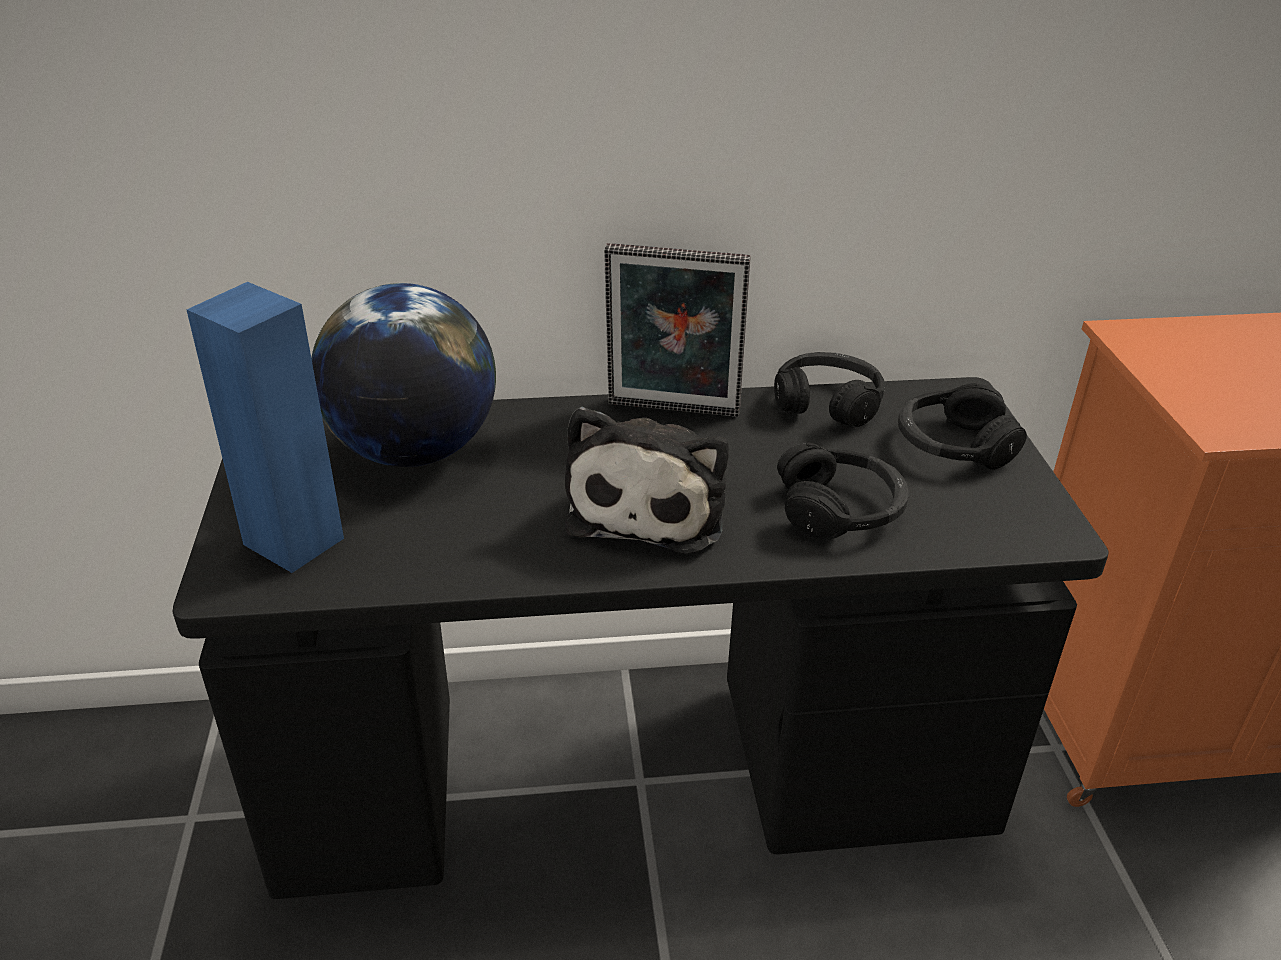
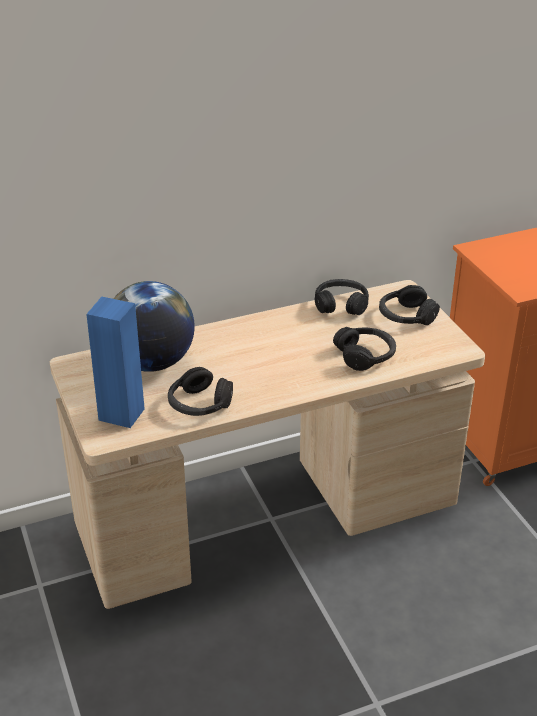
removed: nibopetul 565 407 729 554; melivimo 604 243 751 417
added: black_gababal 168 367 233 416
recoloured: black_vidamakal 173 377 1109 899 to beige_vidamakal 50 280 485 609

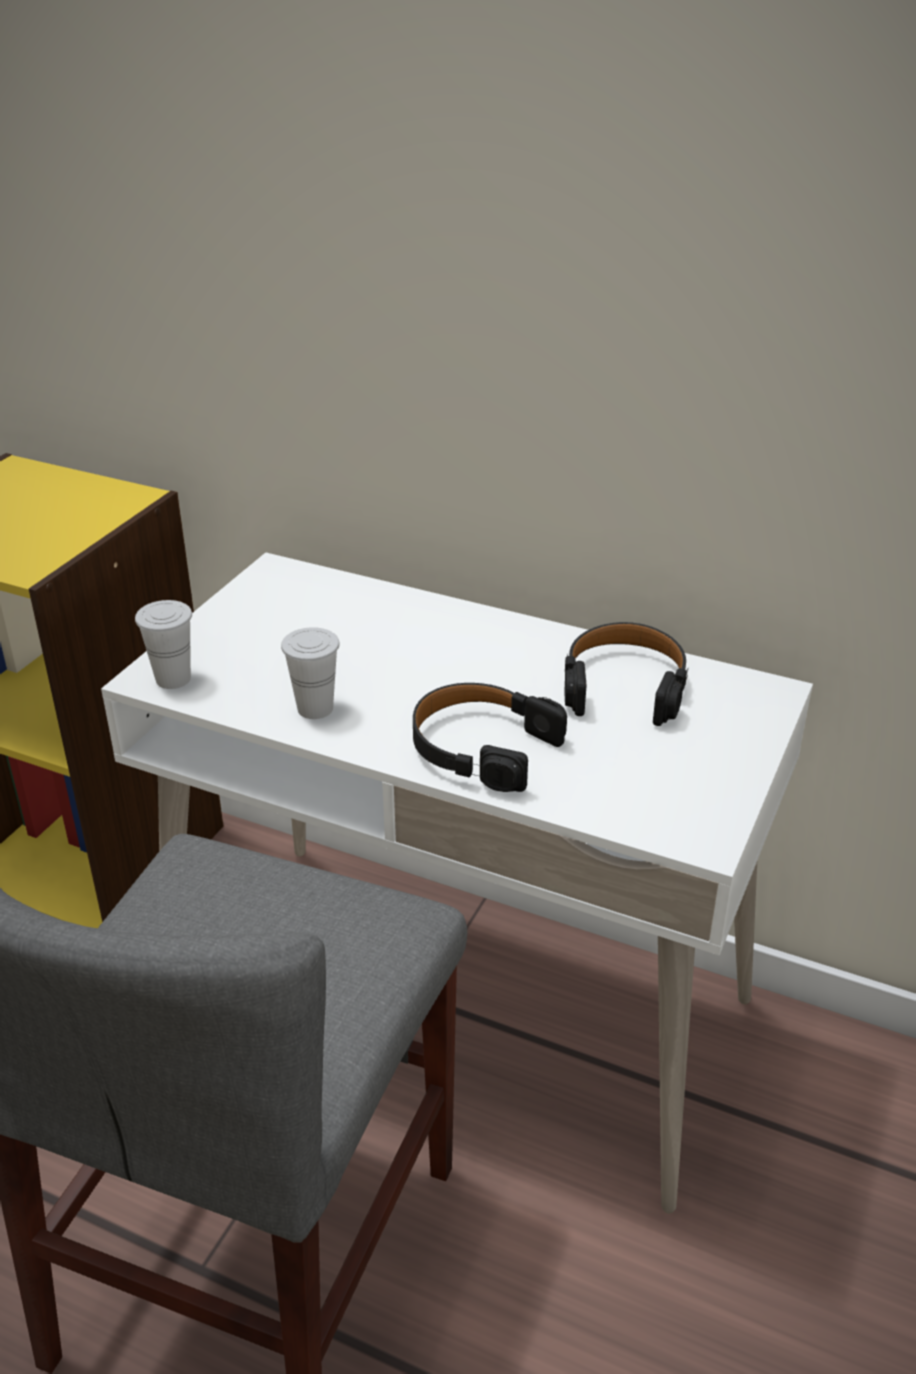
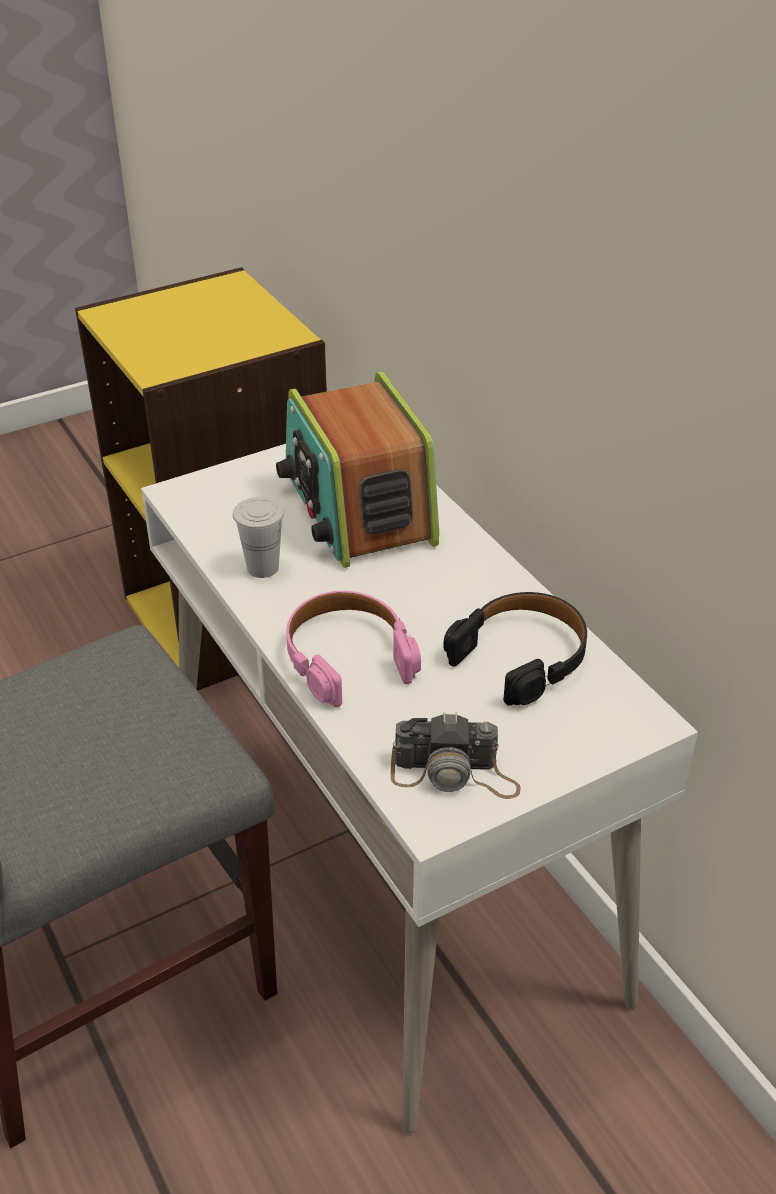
removed: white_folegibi 135 600 192 689
added: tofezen 276 372 439 568; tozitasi 391 712 521 799
recoloured: black_gababal 413 683 567 792 to pink_gababal 286 591 421 707

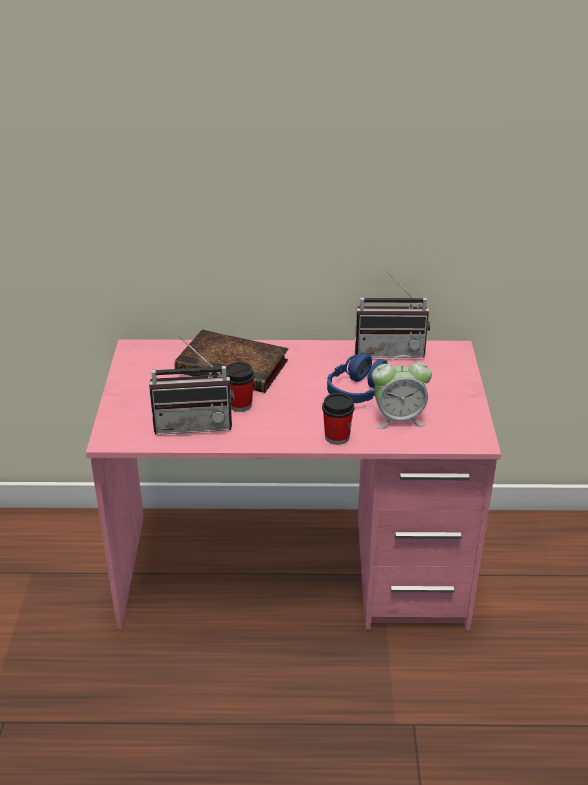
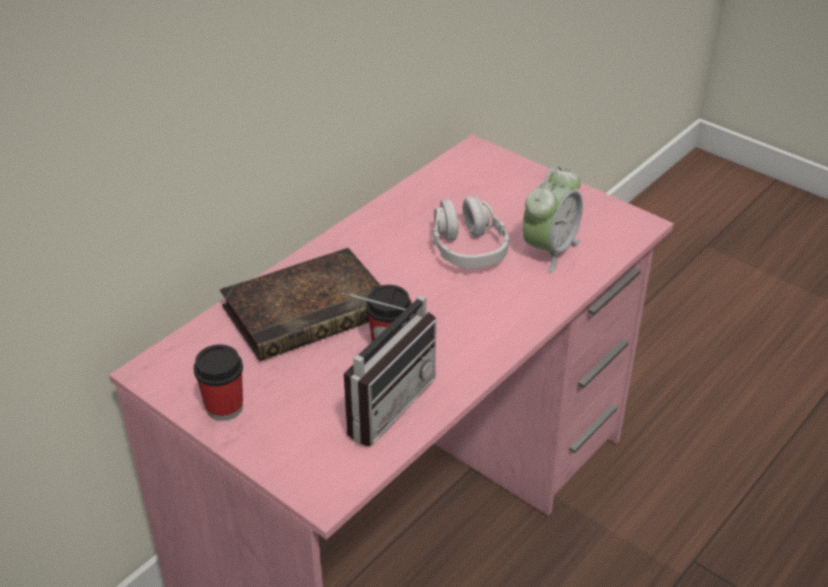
removed: tofezen 355 269 430 358
moved: folegibi 322 393 354 445 to 193 345 243 421
recoloured: blue_gababal 327 352 388 403 to grey_gababal 433 195 509 269

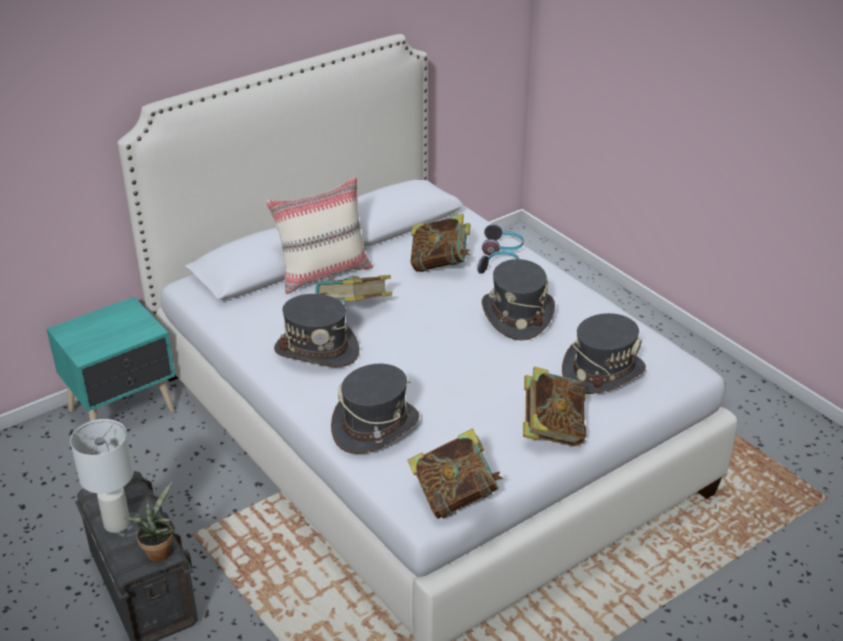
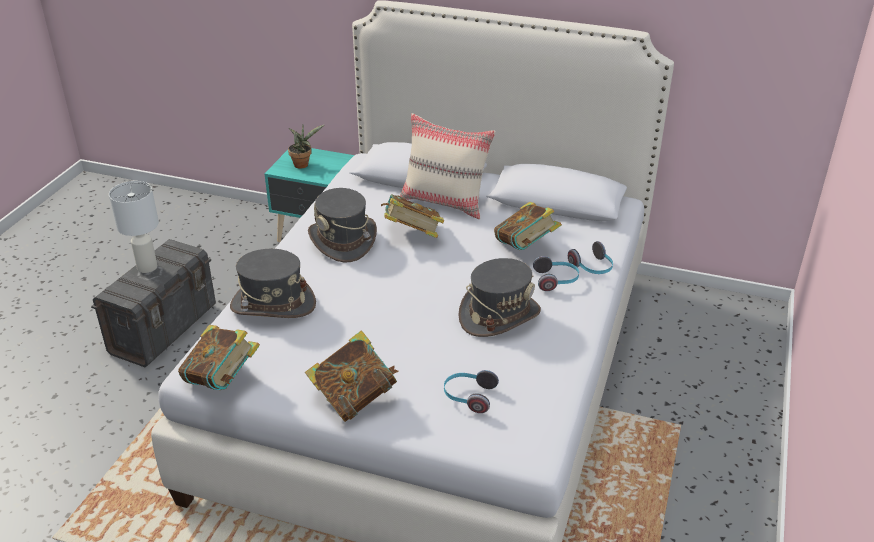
moved: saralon 124 482 175 562 to 288 125 324 169
replaced: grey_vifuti 562 313 646 394 to gababal 444 370 499 413

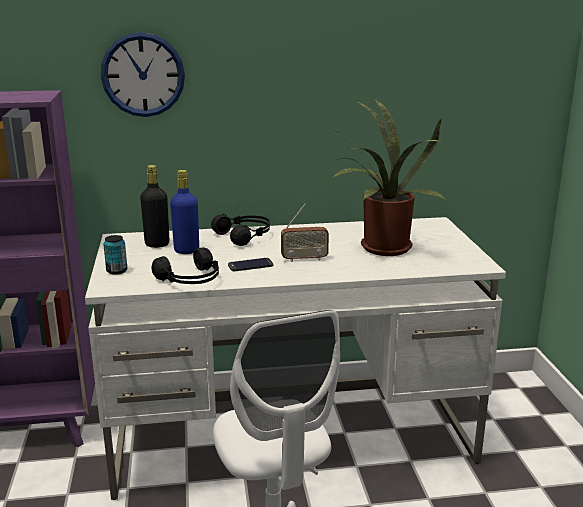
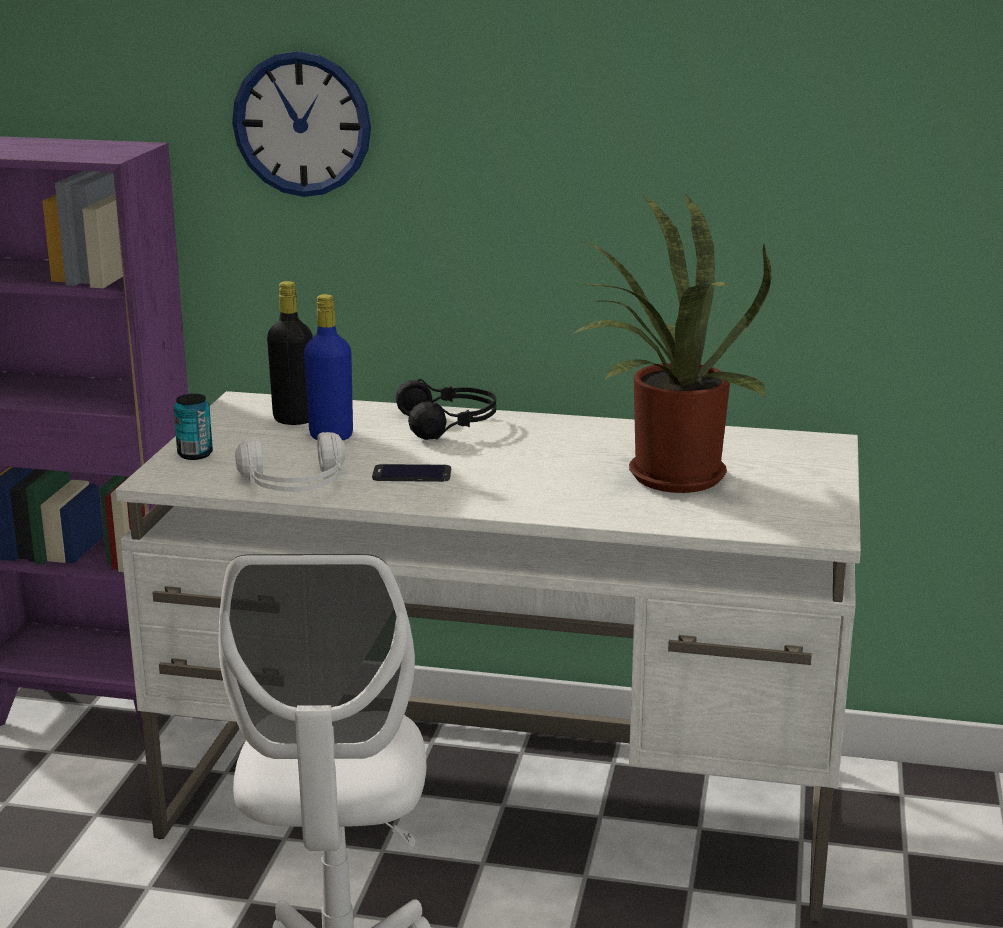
removed: tofezen 281 204 329 262
recoloured: black_gababal 152 248 219 284 to white_gababal 235 432 345 492

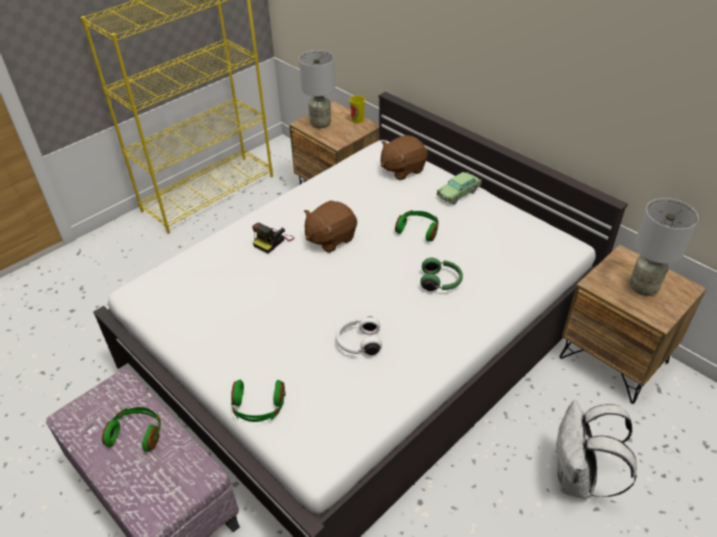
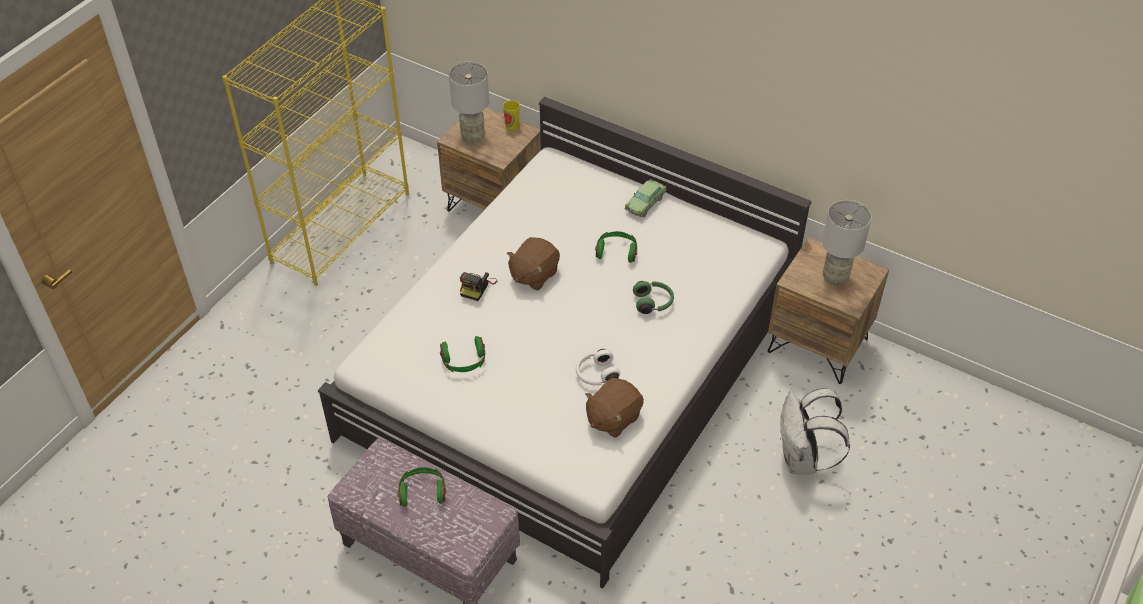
moved: green_gababal 231 380 286 422 to 440 336 485 372; brown_nibopetul 381 135 428 180 to 585 378 644 438

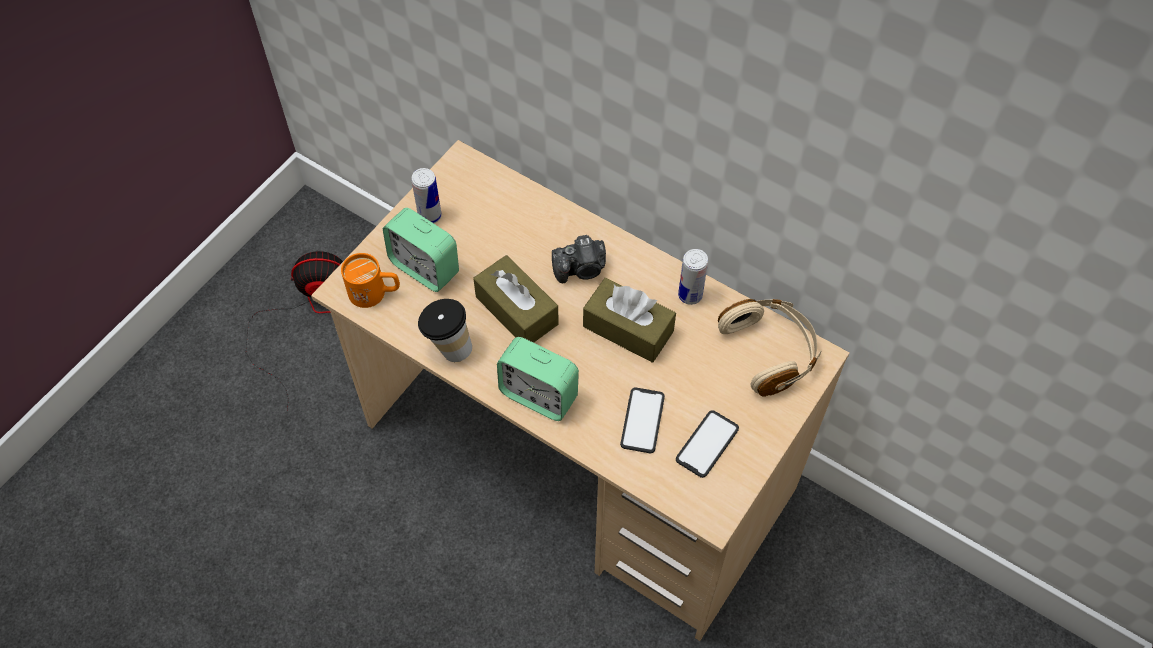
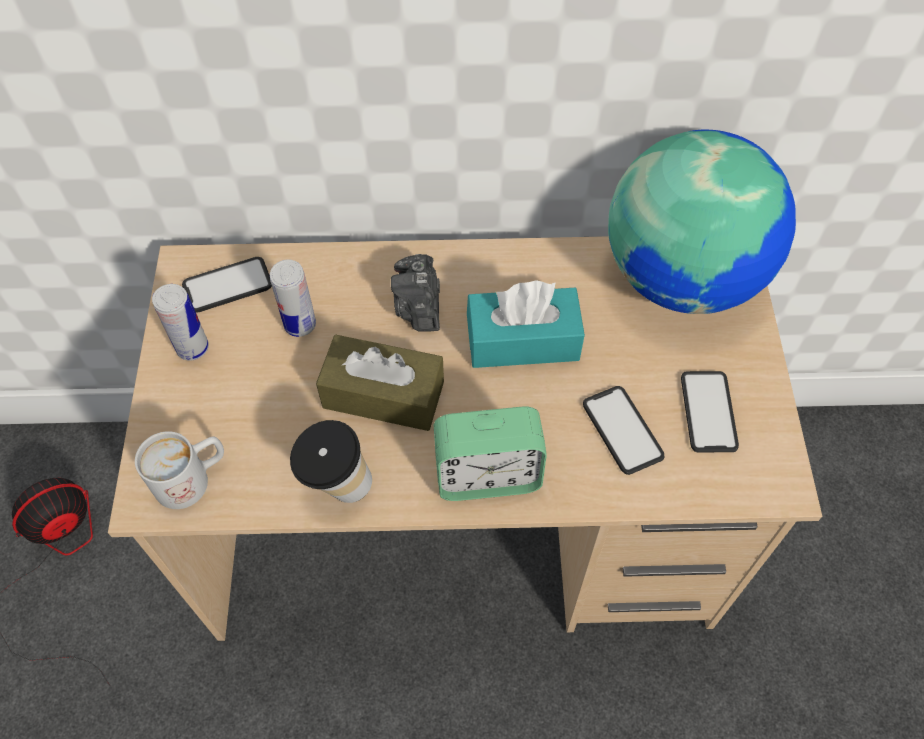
removed: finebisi 383 208 459 292
added: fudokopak 182 257 272 312
moved: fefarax 678 249 708 305 to 270 260 316 337
replaced: beige_gababal 718 299 822 397 to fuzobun 608 130 796 314
recoloured: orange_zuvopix 341 253 400 308 to white_zuvopix 135 431 224 509; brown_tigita 583 278 676 363 to turquoise_tigita 467 280 585 368
turned: tozitasi 552 235 606 283 = 391 254 440 332 135 degrees clockwise

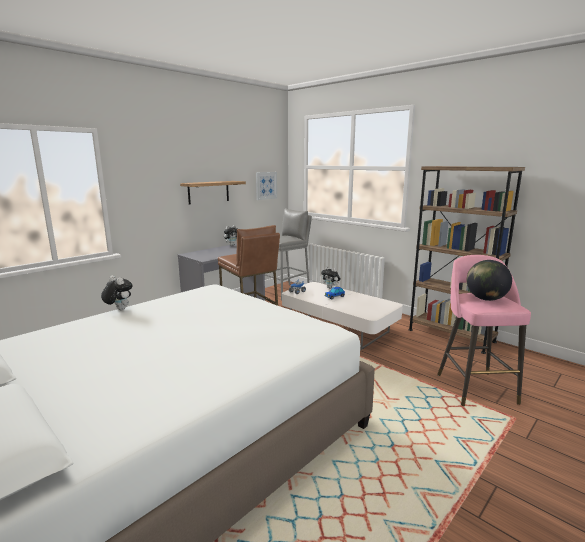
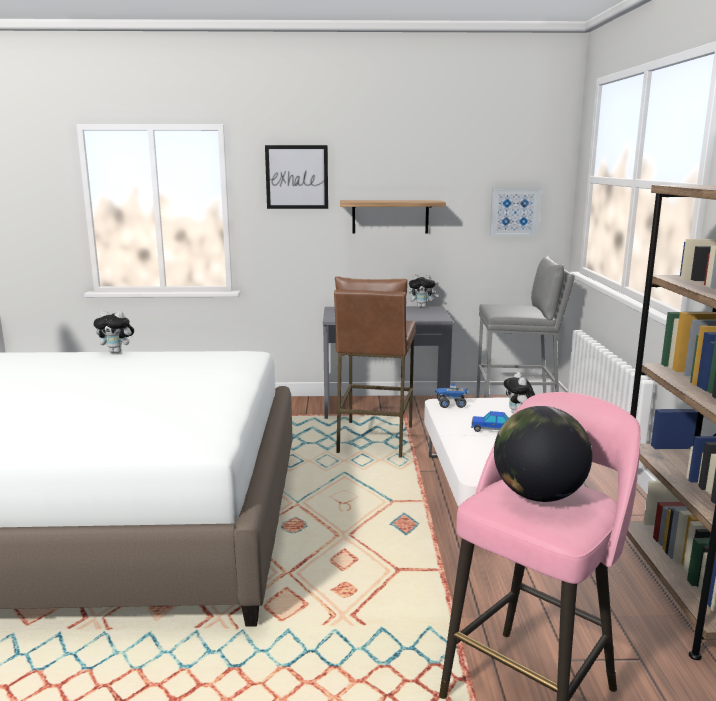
added: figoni 265 145 328 209
turned: nibopetul 101 276 132 310 = 93 310 135 353 105 degrees clockwise

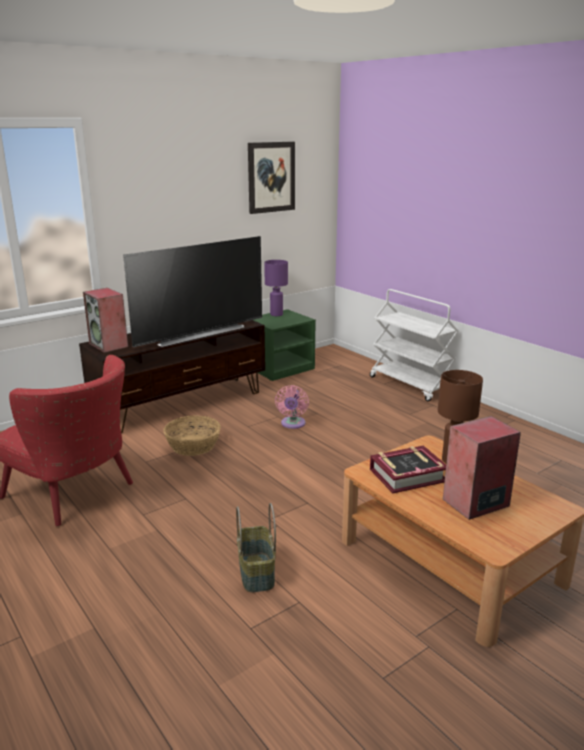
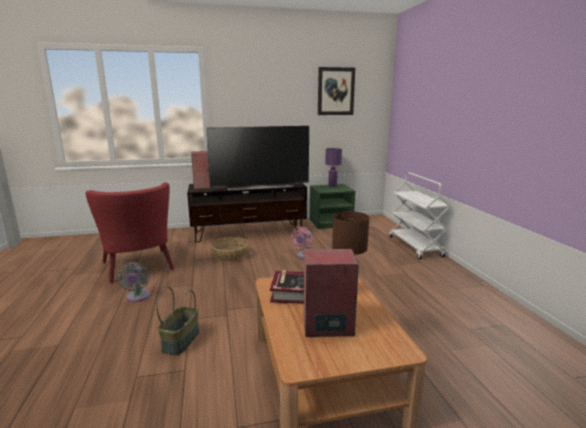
added: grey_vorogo 116 262 150 302

